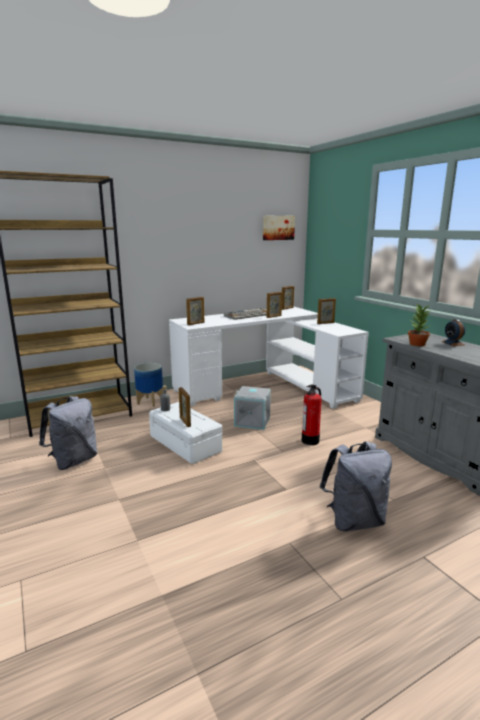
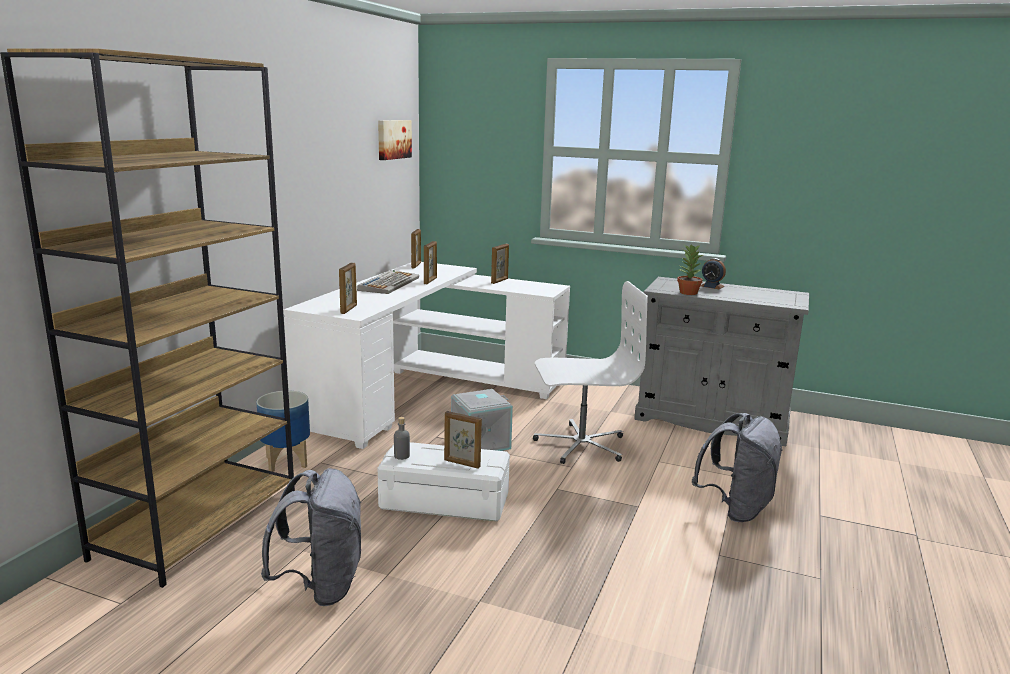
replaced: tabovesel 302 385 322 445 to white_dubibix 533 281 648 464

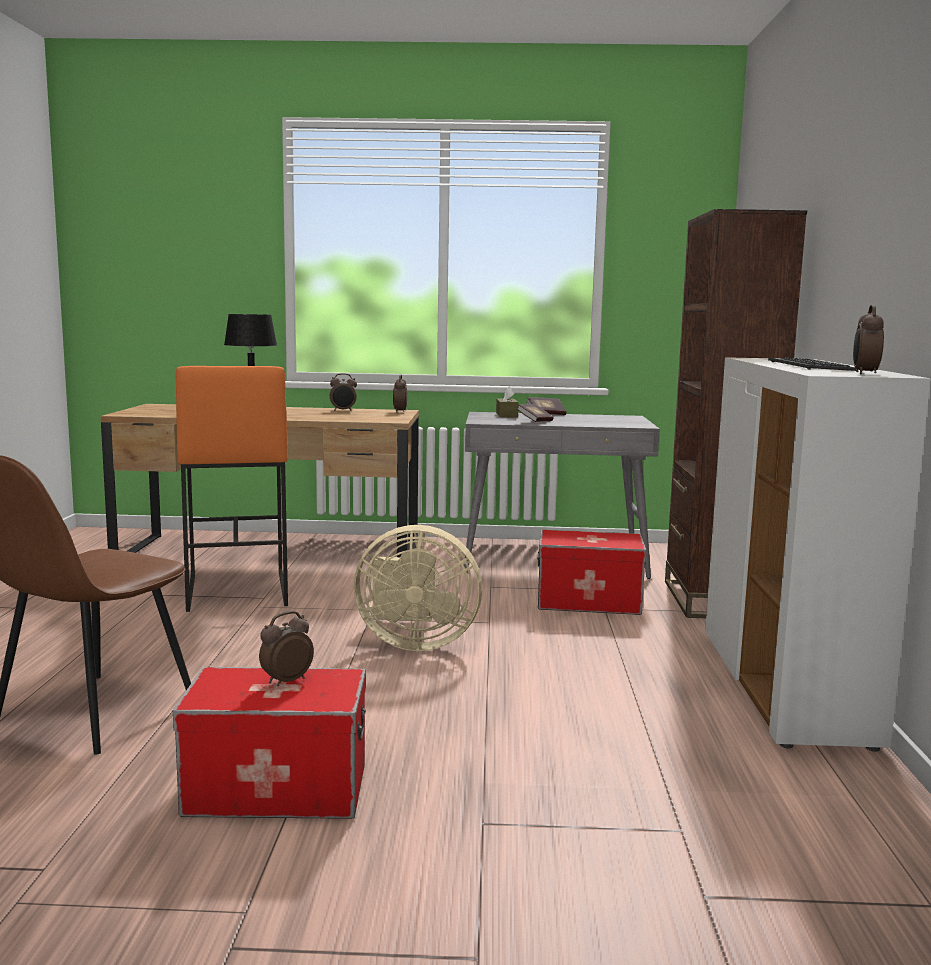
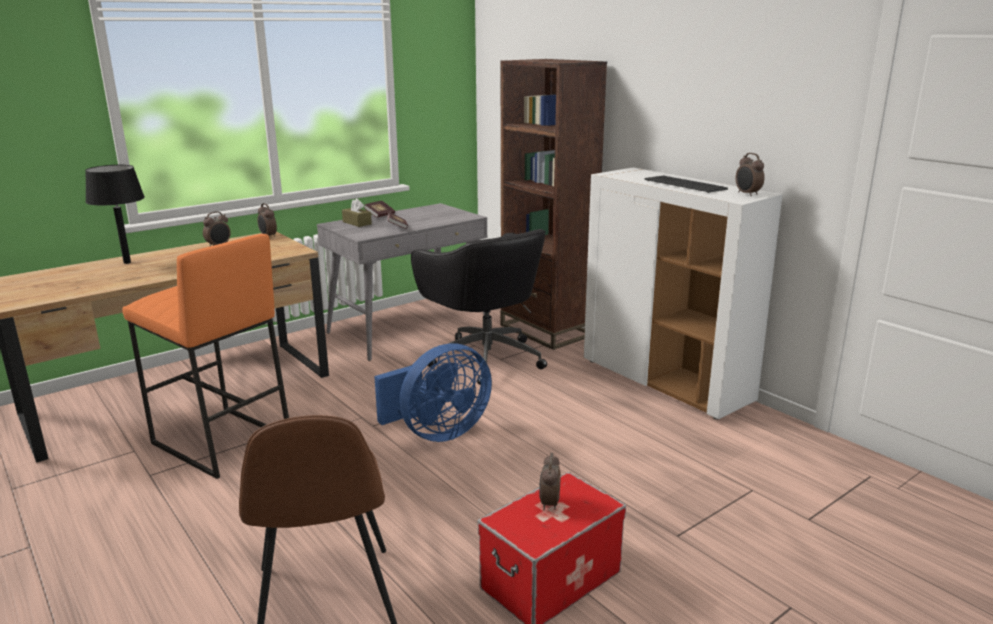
replaced: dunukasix 537 529 647 615 to black_dubibix 411 229 547 385
recoloured: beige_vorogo 354 525 482 651 to blue_vorogo 374 343 492 442

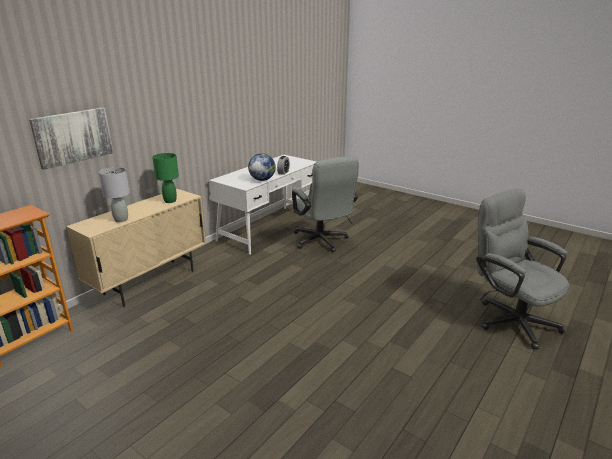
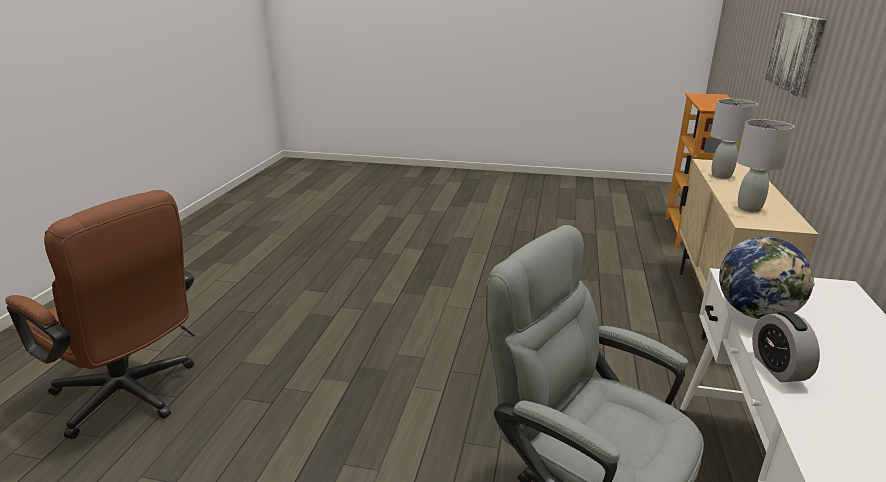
recoloured: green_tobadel 152 153 179 203 to grey_tobadel 737 119 794 212; grey_dubibix 476 189 569 349 to brown_dubibix 6 190 195 439

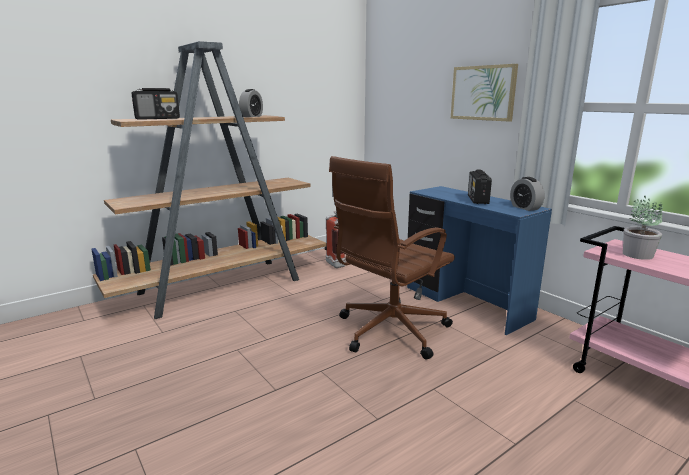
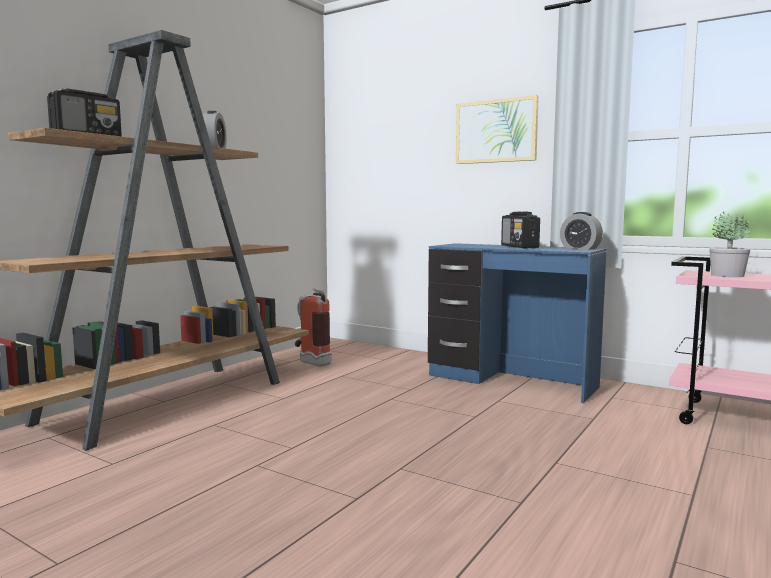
removed: brown_dubibix 329 156 455 359

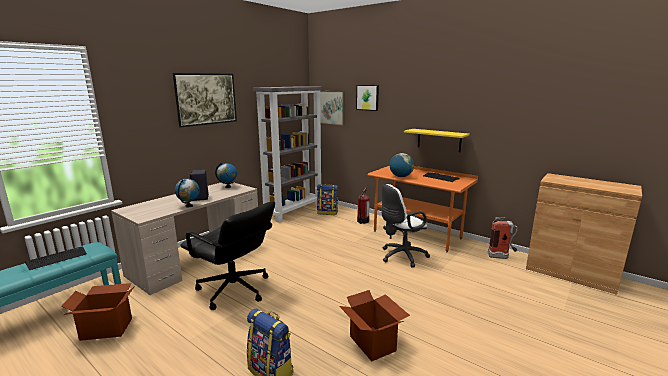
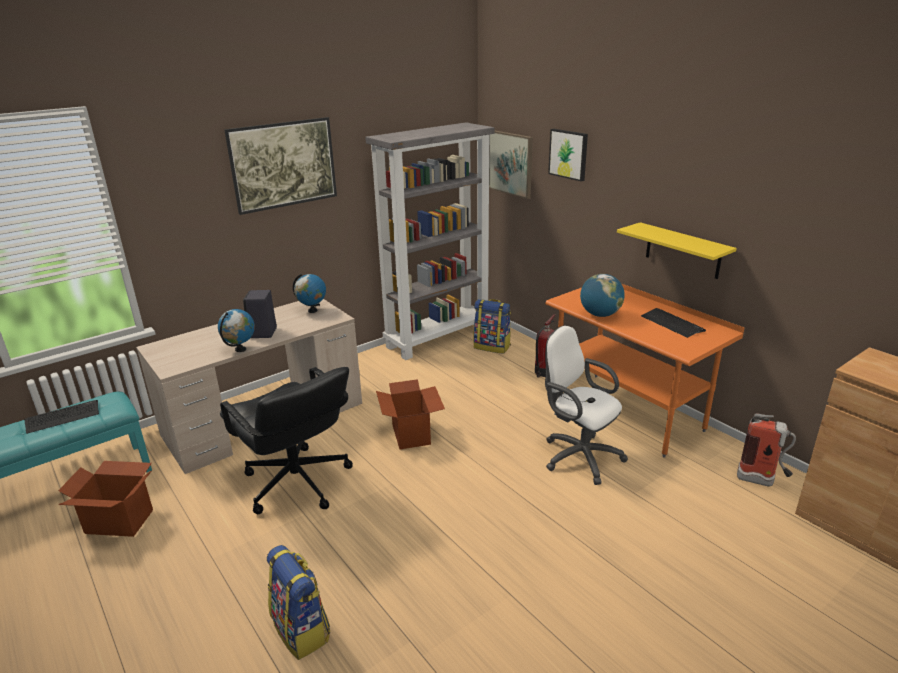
moved: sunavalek 339 290 410 362 to 376 379 445 449
turned: white_dubibix 382 184 430 268 = 545 325 628 485 60 degrees clockwise

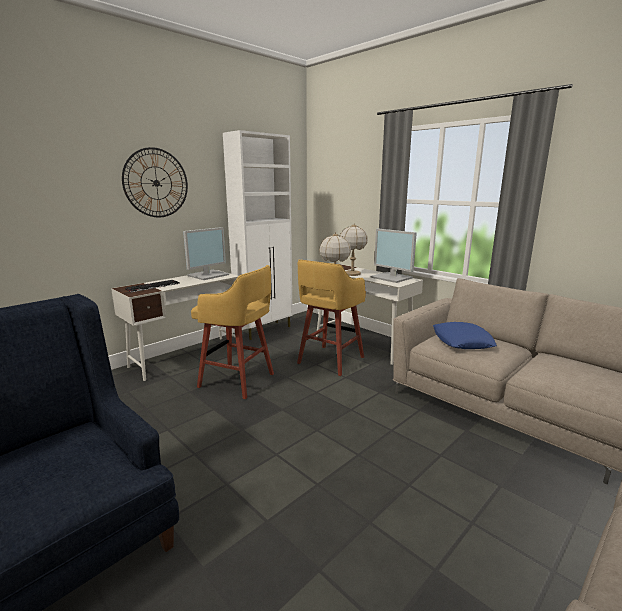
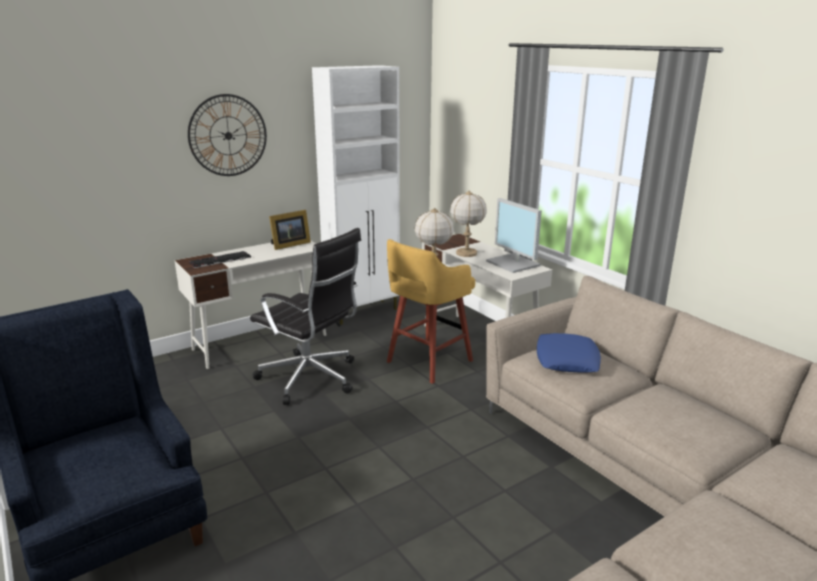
replaced: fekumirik 183 227 229 280 to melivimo 269 210 311 250; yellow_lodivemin 191 265 274 399 to black_dubibix 250 228 361 405

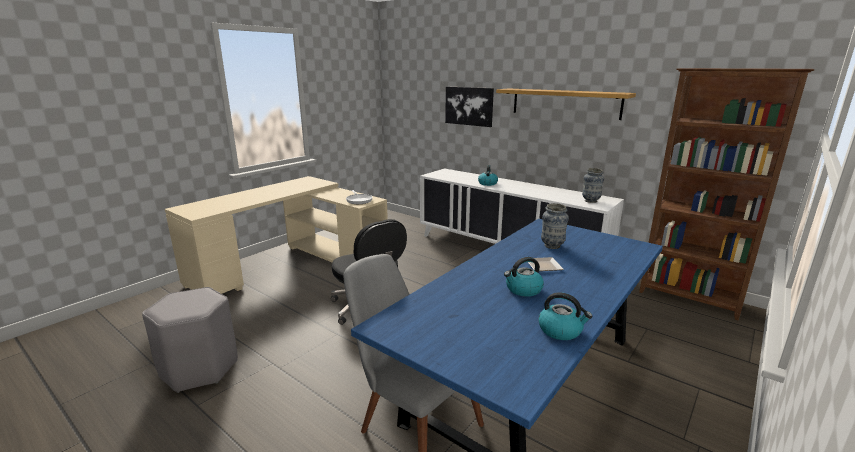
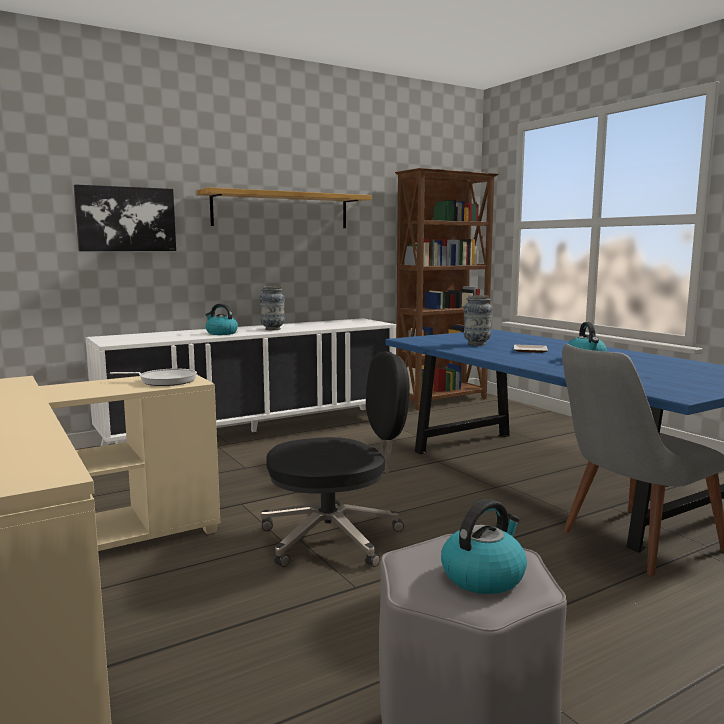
moved: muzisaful 538 292 593 340 to 441 499 527 594; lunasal 582 168 604 203 to 259 286 285 330

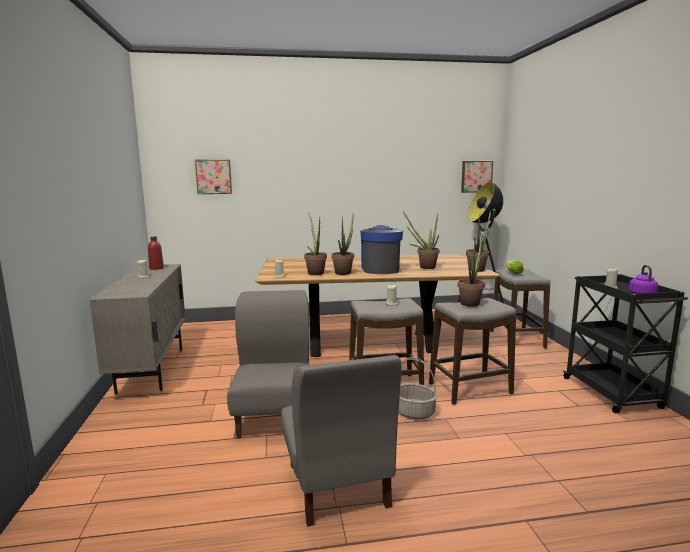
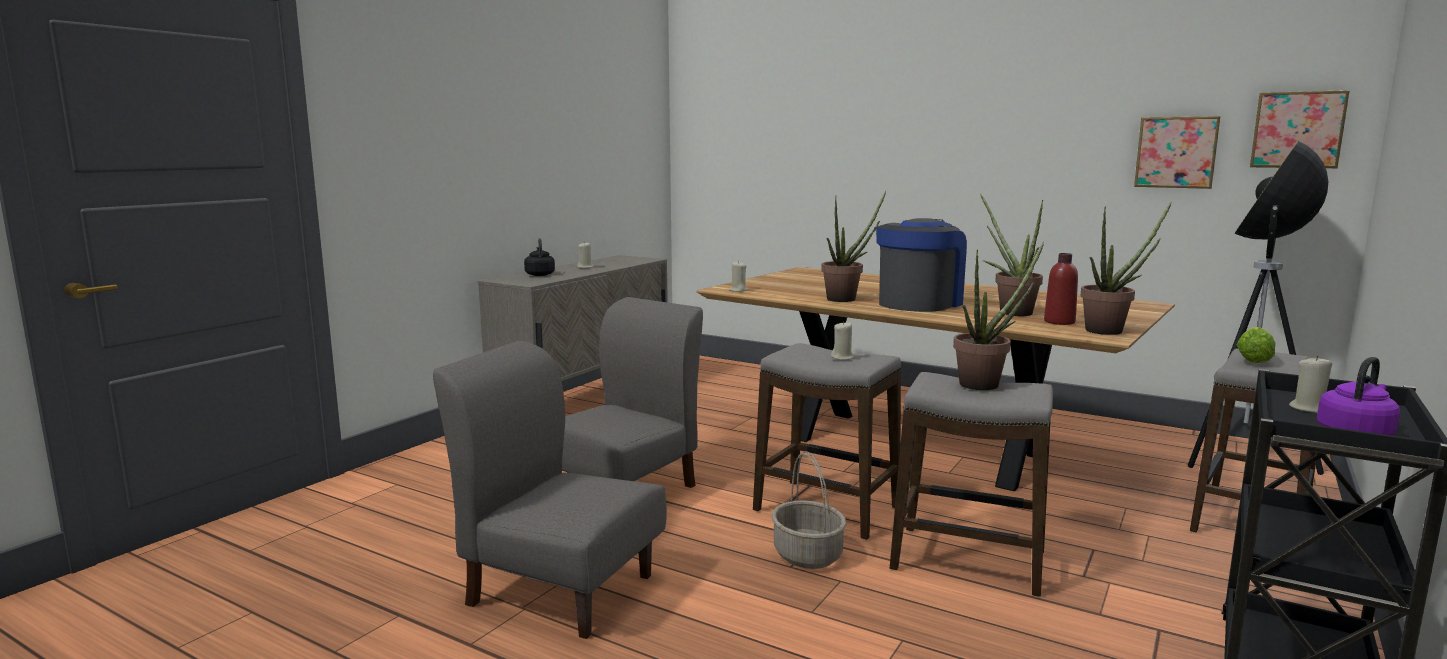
removed: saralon 304 212 327 275
added: black_muzisaful 524 238 555 276
moved: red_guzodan 148 237 164 270 to 1044 253 1078 325; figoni 195 159 232 194 to 1134 116 1220 189
turned: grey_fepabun 281 355 401 527 = 433 341 667 639 90 degrees clockwise

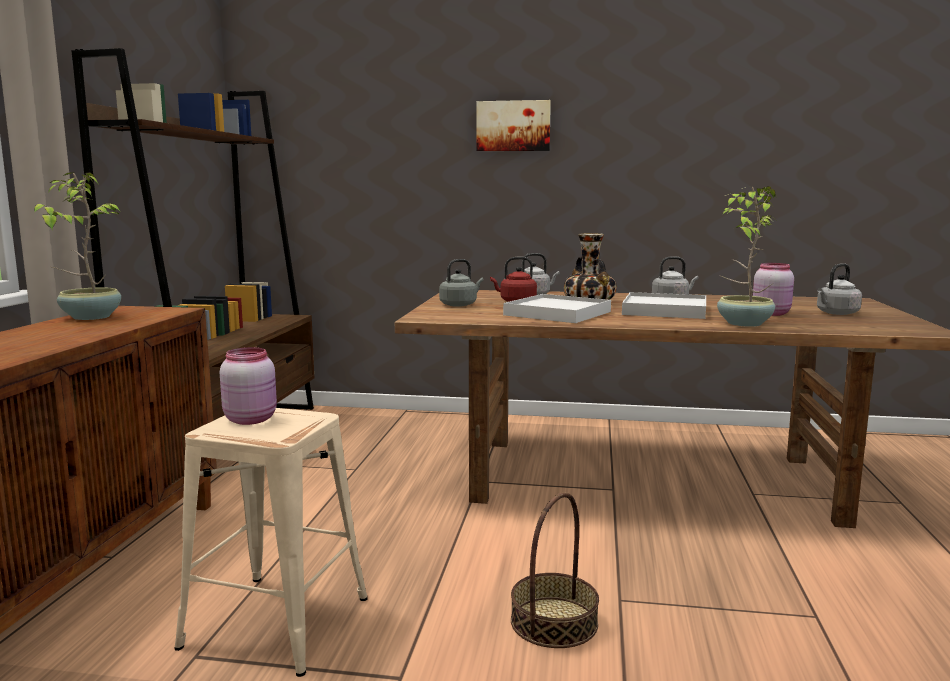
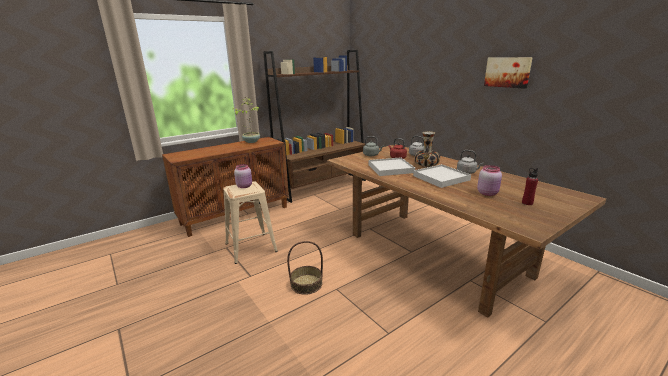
removed: saralon 717 186 778 327
moved: figoni 476 100 551 151 to 484 57 533 89
replaced: grey_muzisaful 817 263 862 315 to red_guzodan 522 168 538 205

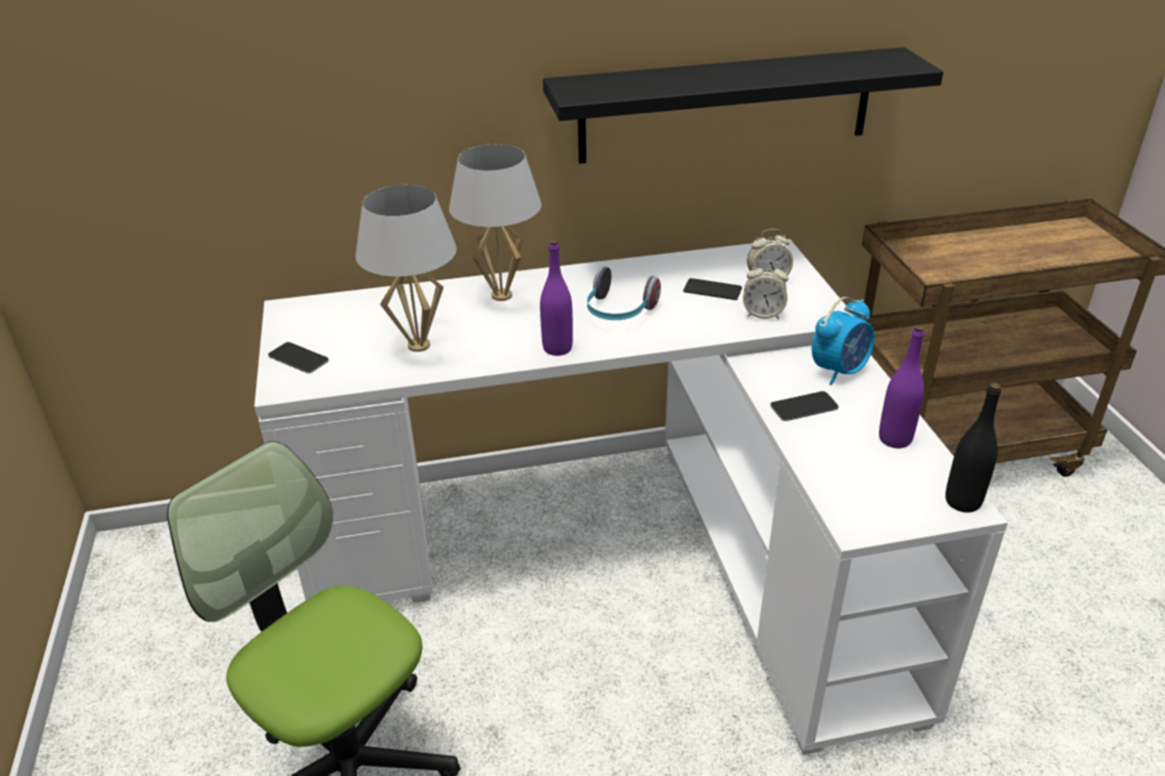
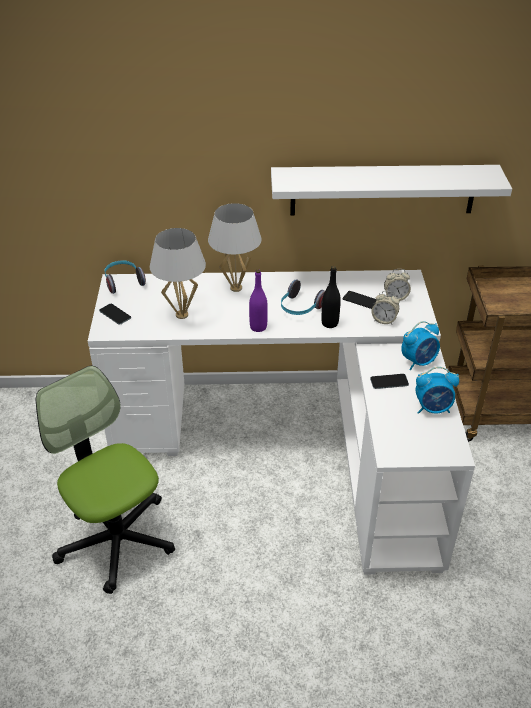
added: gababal 105 260 146 294
moved: black_guzodan 945 383 1001 513 to 321 266 341 328
replaced: purple_guzodan 879 325 924 448 to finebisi 416 367 459 414
recoloured: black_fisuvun 543 47 943 164 to white_fisuvun 271 165 512 216

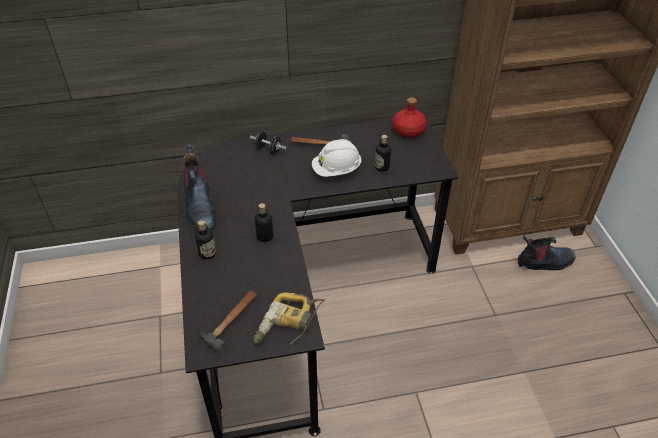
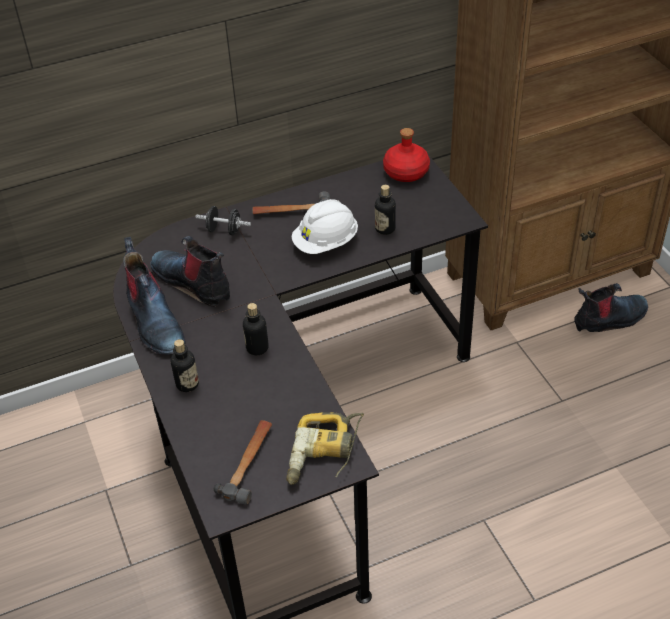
added: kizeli 150 236 230 306

